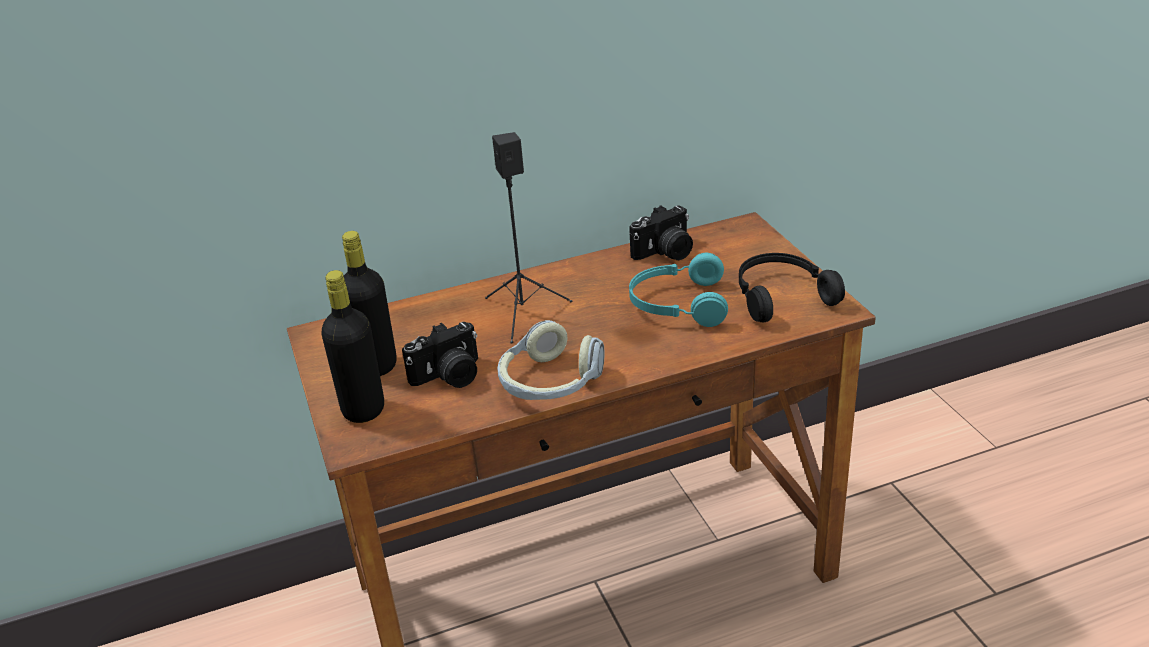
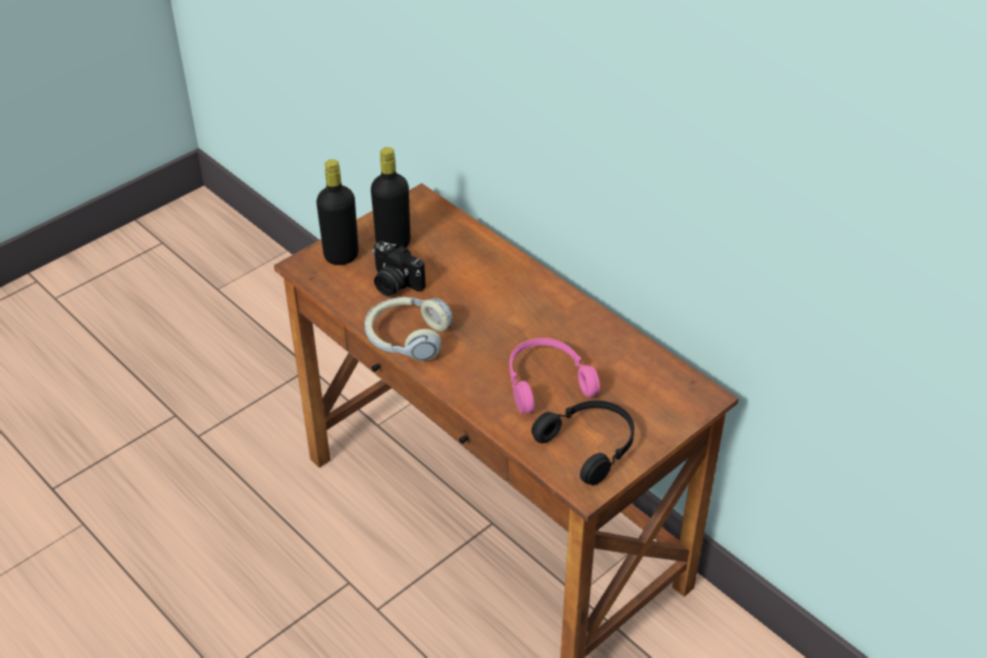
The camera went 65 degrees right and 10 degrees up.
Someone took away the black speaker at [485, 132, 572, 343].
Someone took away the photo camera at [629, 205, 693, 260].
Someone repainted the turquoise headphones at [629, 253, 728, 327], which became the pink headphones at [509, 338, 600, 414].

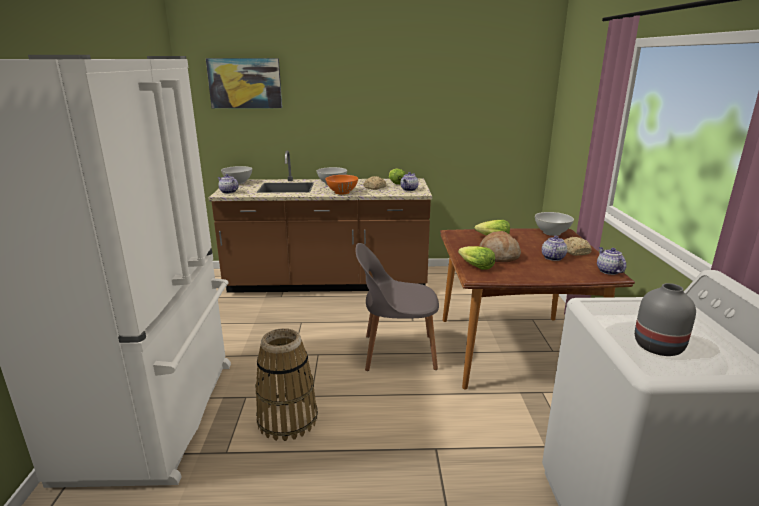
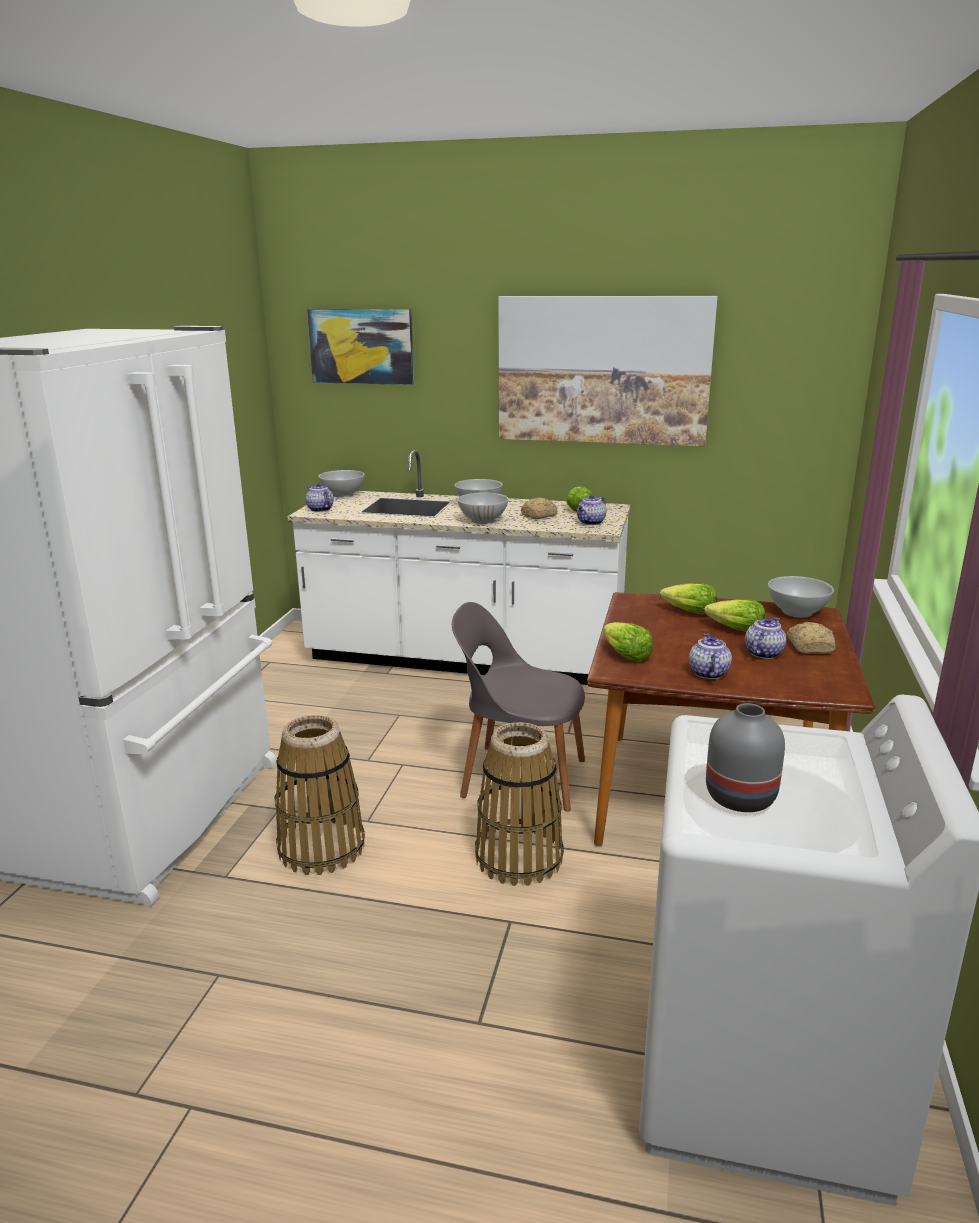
The camera went 15 degrees right and 0 degrees up.
Someone took away the bread at [480, 231, 521, 262].
Someone put down the basket at [475, 722, 564, 886].
Someone put up the picture at [498, 296, 718, 446].
Someone put down the lettuce at [704, 599, 765, 632].
Someone carried the teapot from [597, 247, 626, 275] to [689, 633, 732, 679].
Someone repainted the brown counter at [209, 151, 432, 293], which became the white counter at [288, 450, 631, 685].
Someone repainted the orange bowl at [326, 175, 358, 194], which became the white bowl at [457, 492, 509, 524].

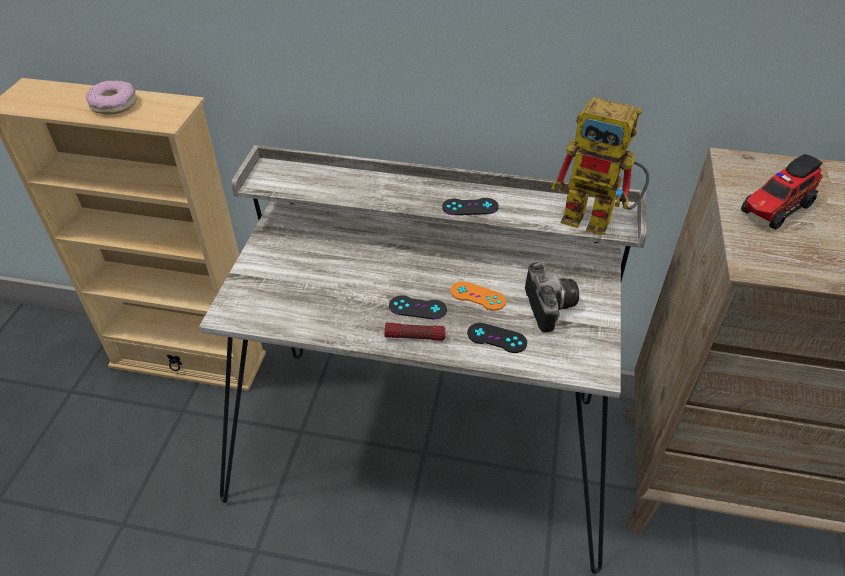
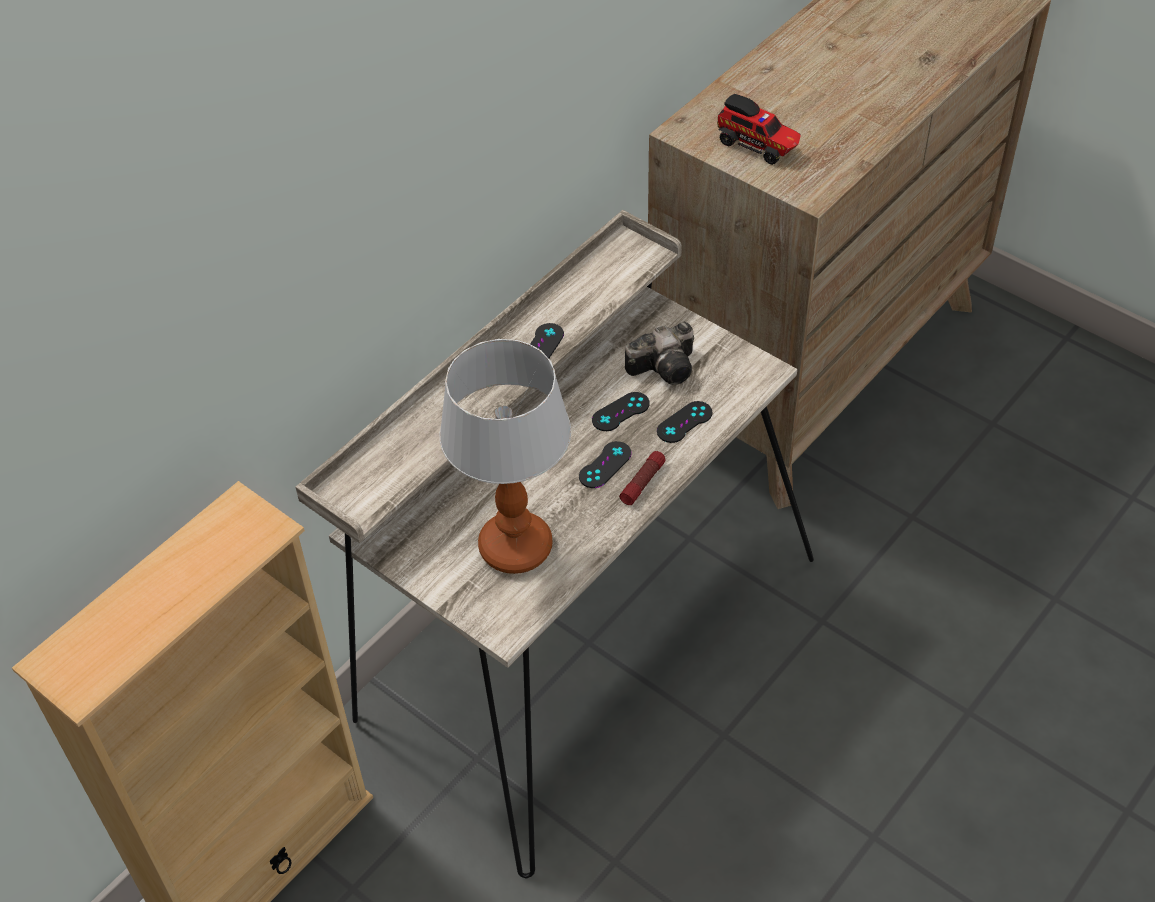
The camera went 60 degrees left and 5 degrees up.
Someone took away the donut at [86, 80, 137, 114].
Someone took away the toy robot at [551, 97, 649, 235].
Someone put down the table lamp at [440, 339, 571, 574].
Someone repainted the orange game controller at [451, 281, 506, 311], which became the black game controller at [592, 392, 650, 431].
Someone rotated the photo camera at [525, 262, 579, 333] by 135 degrees clockwise.
Someone rotated the toy truck at [741, 154, 823, 230] by 45 degrees counterclockwise.

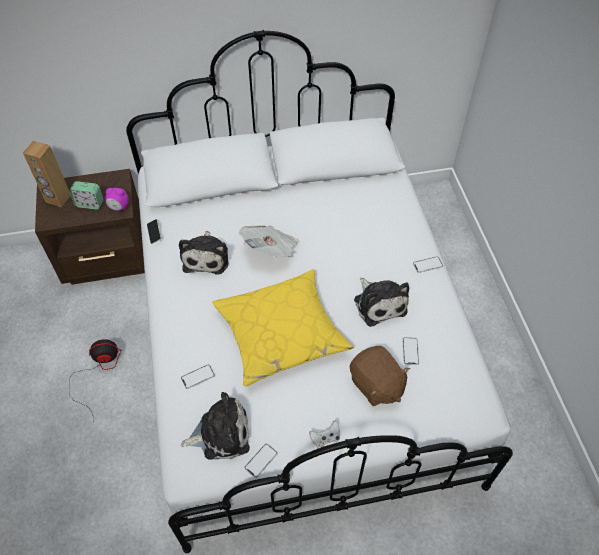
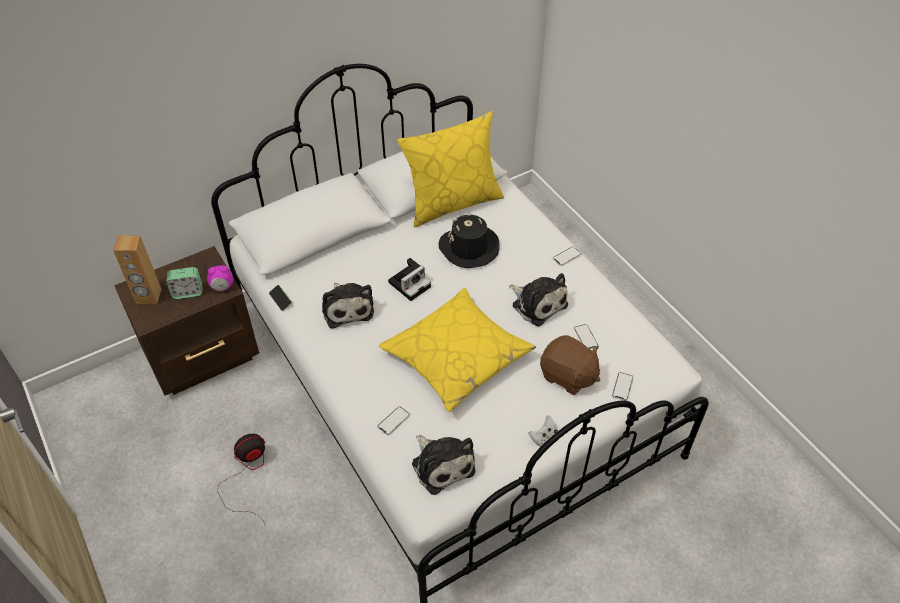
The camera went 20 degrees left and 5 degrees down.
Someone put down the yellow pillow at [397, 111, 504, 227].
Someone put down the black hat at [439, 213, 500, 268].
Someone carried the phone from [244, 444, 278, 478] to [612, 372, 634, 401].
Someone swapped the newspaper at [239, 225, 300, 258] for the photo camera at [388, 258, 431, 301].
Someone rotated the plush toy at [181, 392, 250, 460] by 90 degrees clockwise.

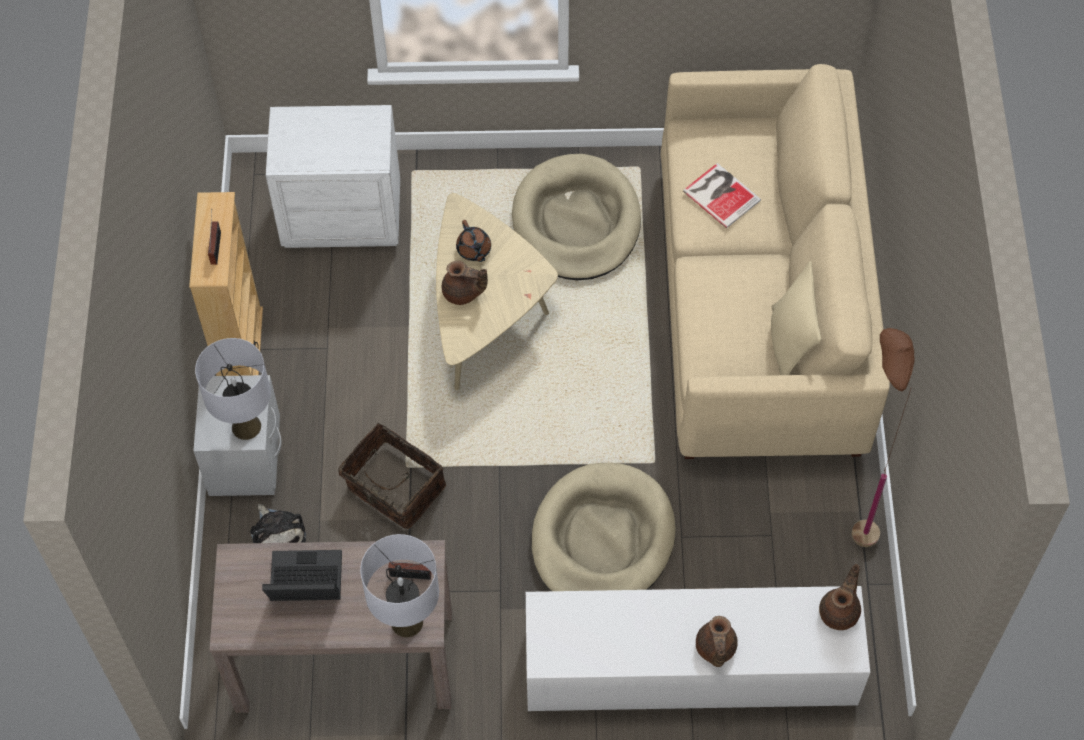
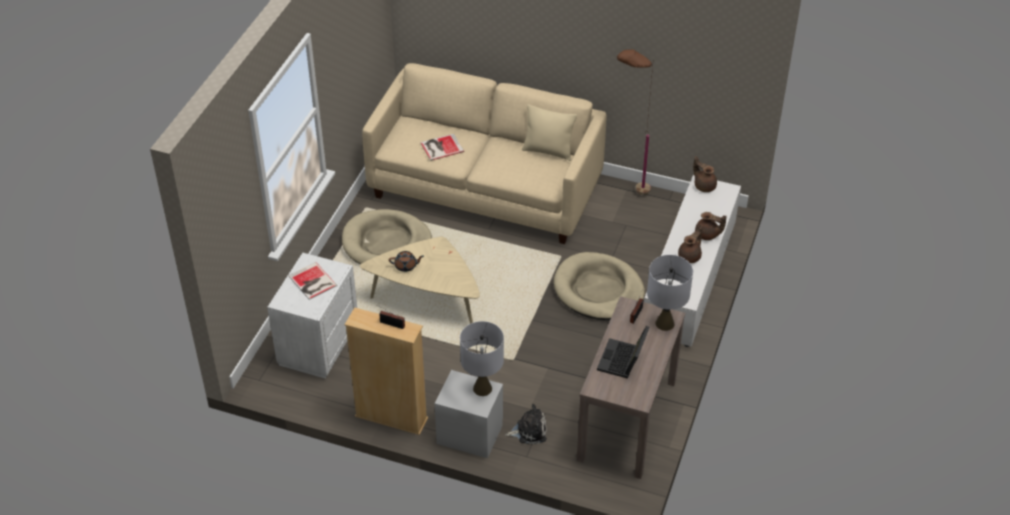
The camera went 70 degrees left and 15 degrees down.
Someone took away the basket at [338, 423, 446, 529].
Someone put down the book at [288, 262, 337, 300].
Someone carried the brown teapot from [442, 261, 488, 305] to [678, 224, 702, 263].

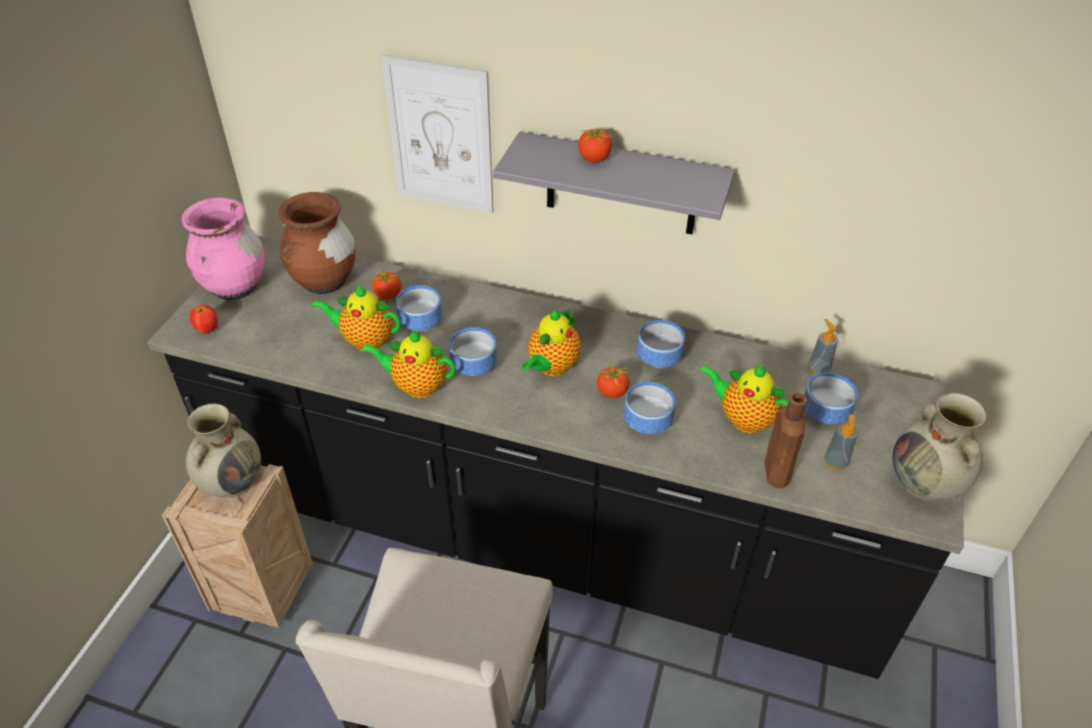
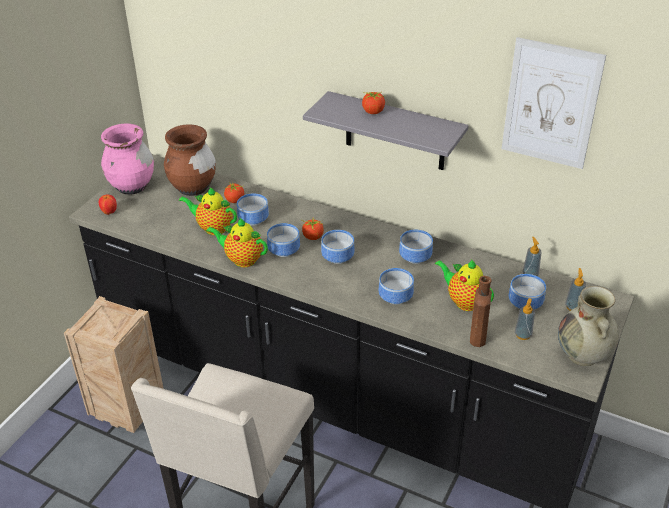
The camera went 10 degrees right and 5 degrees down.
Someone took away the beige vase at [186, 404, 261, 498].
Someone put down the soap dispenser at [565, 268, 586, 311].
Someone carried the picture from [381, 54, 494, 213] to [502, 37, 606, 169].
Someone carried the tomato from [596, 363, 630, 398] to [302, 218, 324, 240].
Someone swapped the teapot at [522, 309, 581, 376] for the bowl at [321, 230, 354, 264].

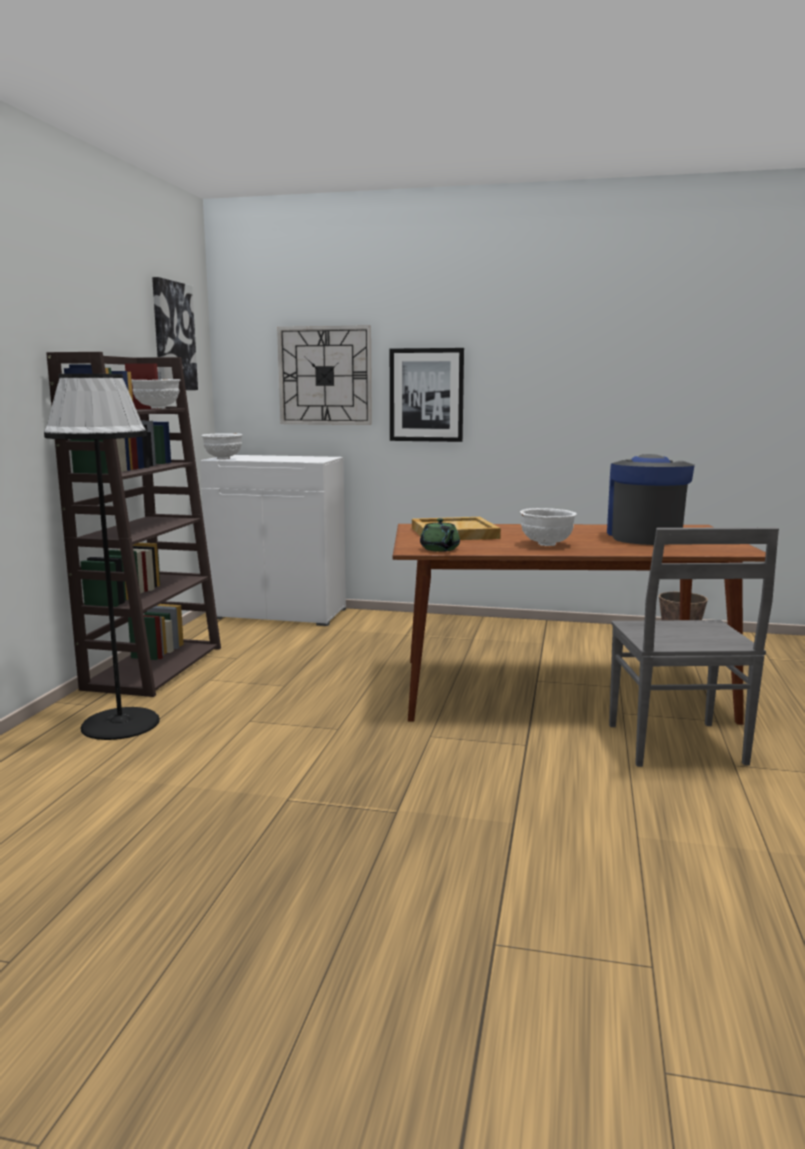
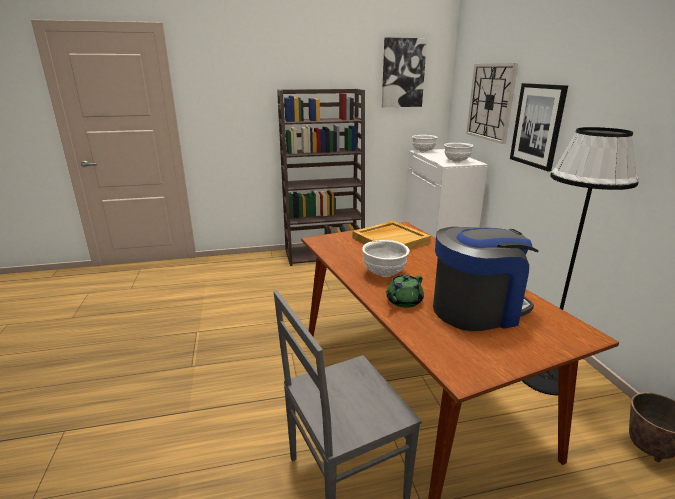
The camera went 65 degrees right and 10 degrees up.
Someone carried the black floor lamp from [44, 374, 160, 740] to [522, 127, 639, 395].
Someone carried the white bowl from [131, 379, 180, 409] to [444, 143, 473, 163].
Someone carried the green teapot from [420, 518, 460, 552] to [386, 275, 424, 308].

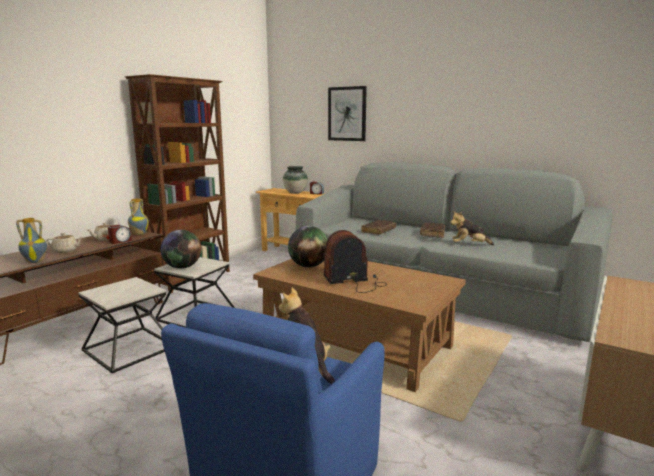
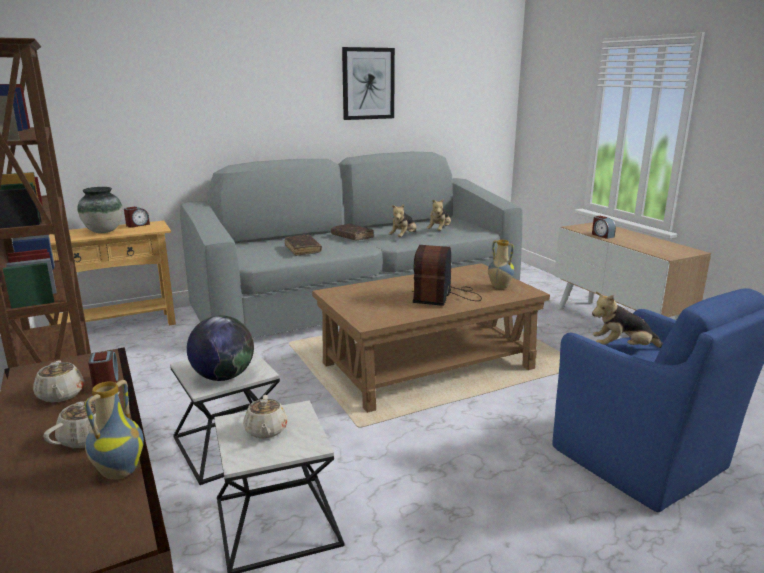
The camera went 60 degrees left and 5 degrees up.
Someone took away the globe at [288, 226, 328, 267].
Someone put down the beige teapot at [243, 395, 288, 438].
Someone put down the plush toy at [427, 199, 451, 231].
Someone put down the alarm clock at [592, 216, 616, 239].
Someone carried the vase from [128, 199, 149, 235] to [488, 240, 515, 289].
Someone carried the picture from [328, 86, 367, 141] to [342, 47, 395, 120].

